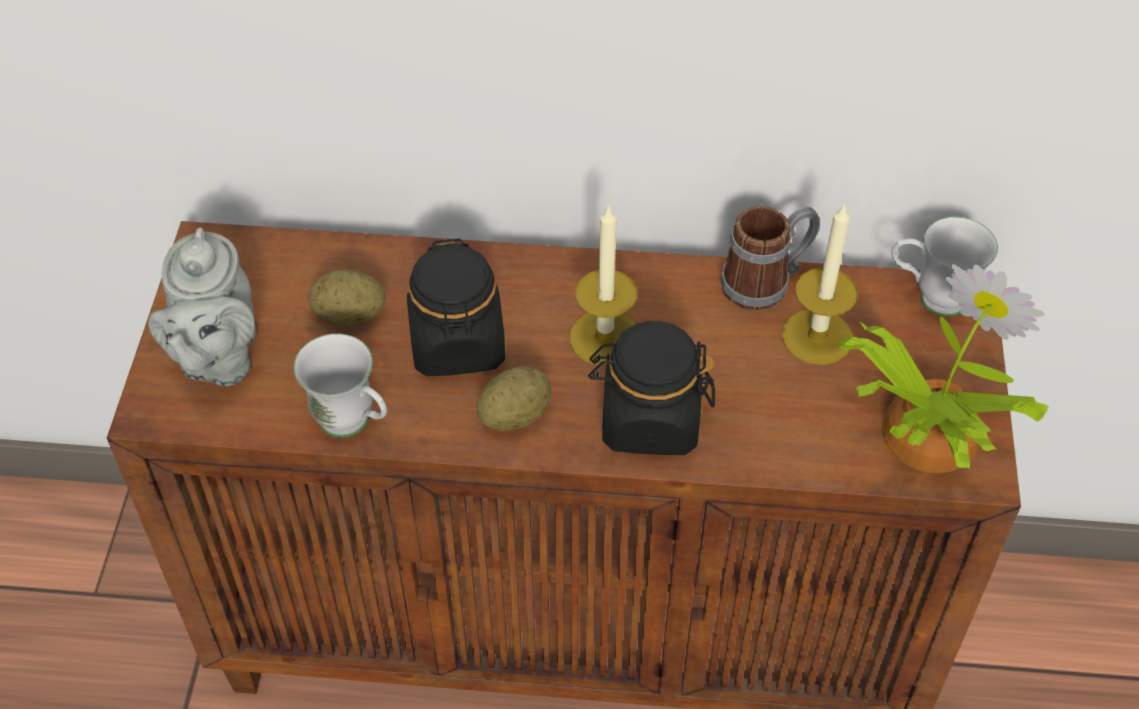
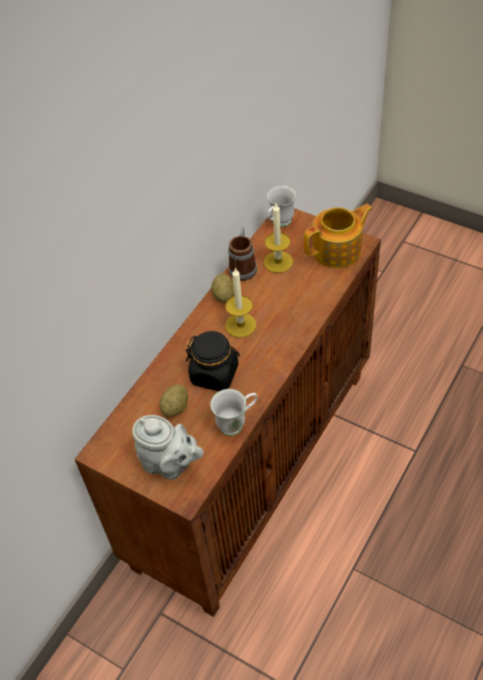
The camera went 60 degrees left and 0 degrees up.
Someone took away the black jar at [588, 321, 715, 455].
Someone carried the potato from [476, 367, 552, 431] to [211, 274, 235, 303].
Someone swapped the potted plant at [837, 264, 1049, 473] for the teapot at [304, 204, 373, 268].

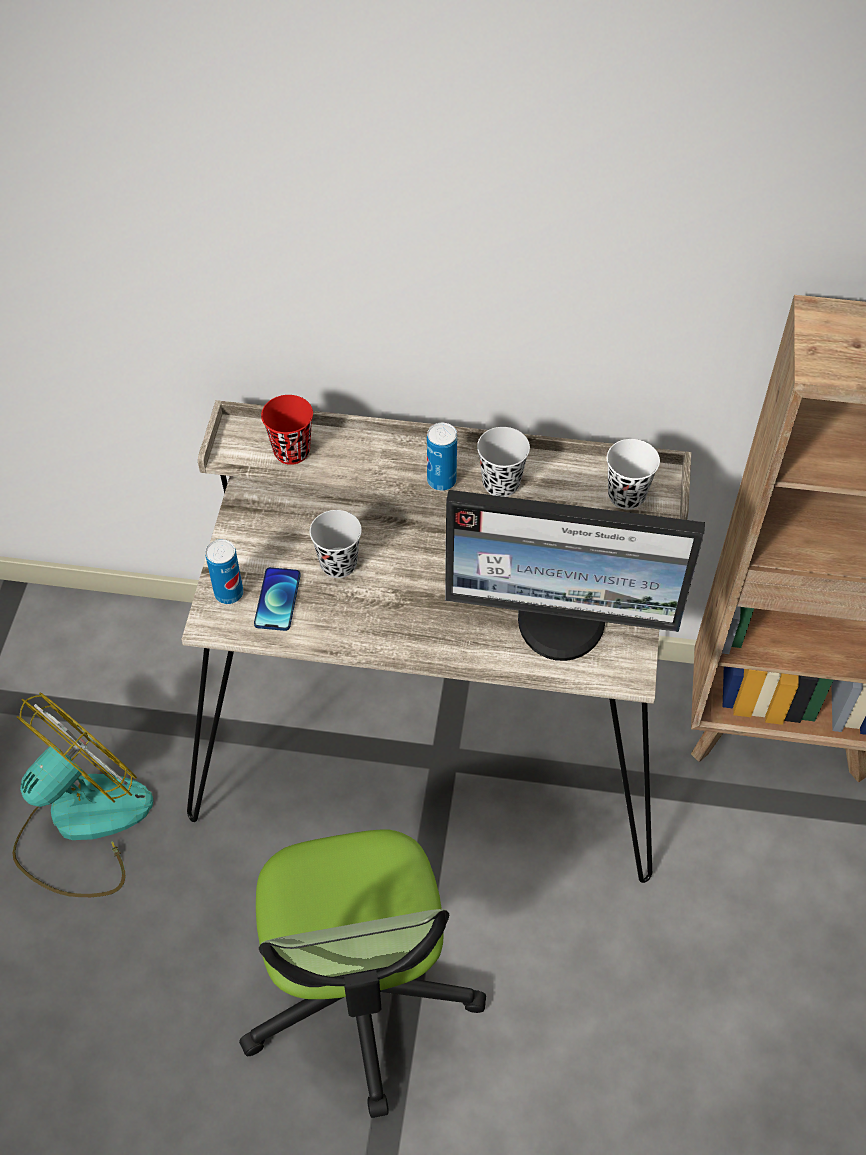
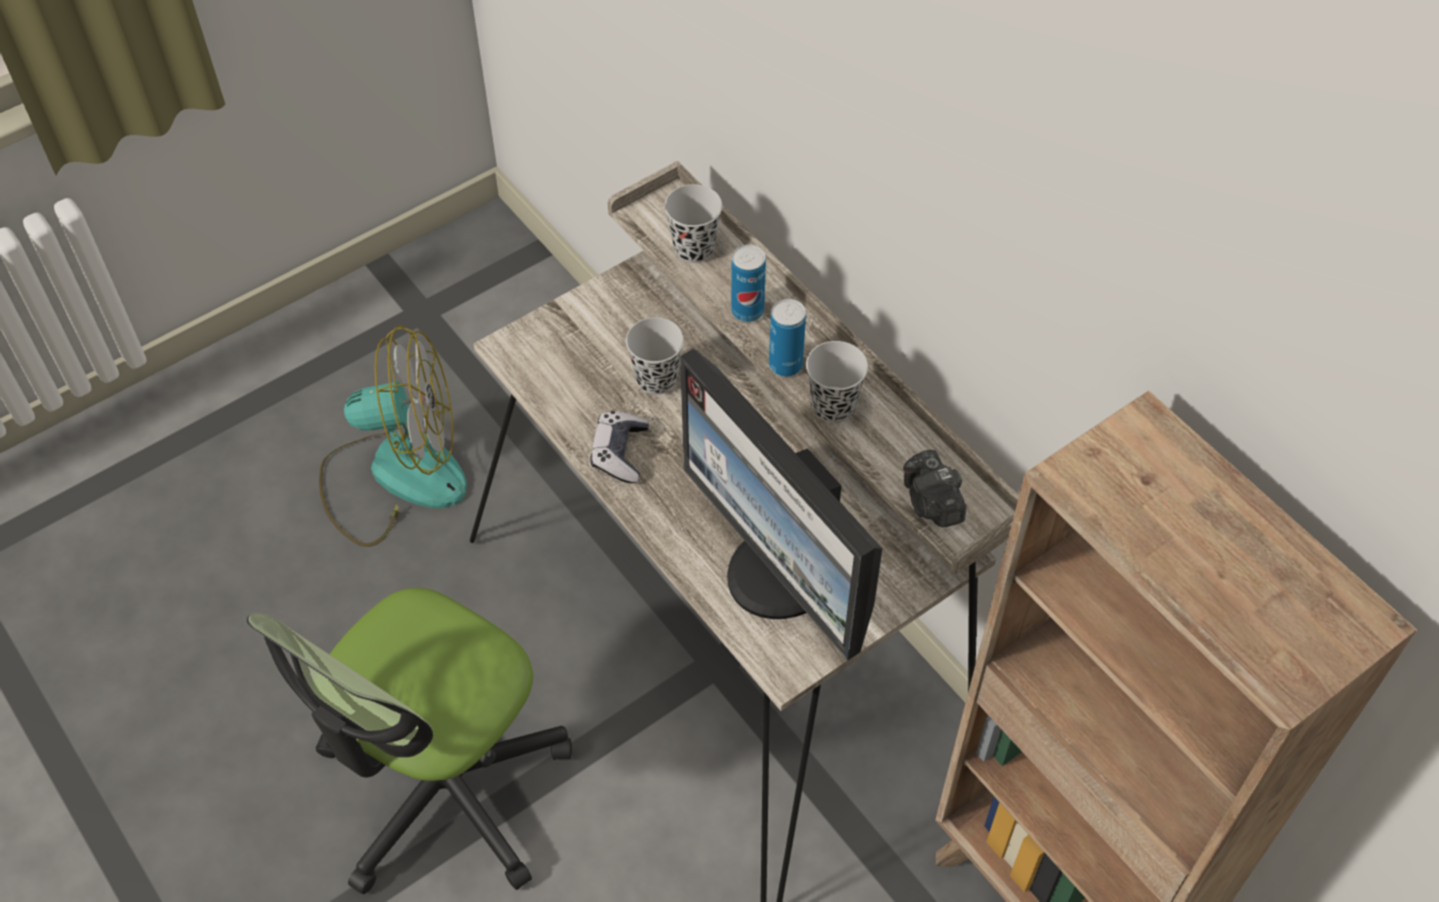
The camera went 45 degrees right and 0 degrees up.
Someone took away the phone at [254, 567, 301, 631].
Someone put down the game controller at [590, 411, 649, 483].
Someone carried the can from [205, 539, 244, 604] to [731, 245, 766, 322].
Someone swapped the white cup at [607, 439, 660, 510] for the photo camera at [903, 450, 966, 527].
Someone repainted the red cup at [261, 395, 313, 465], which became the black cup at [665, 184, 722, 263].

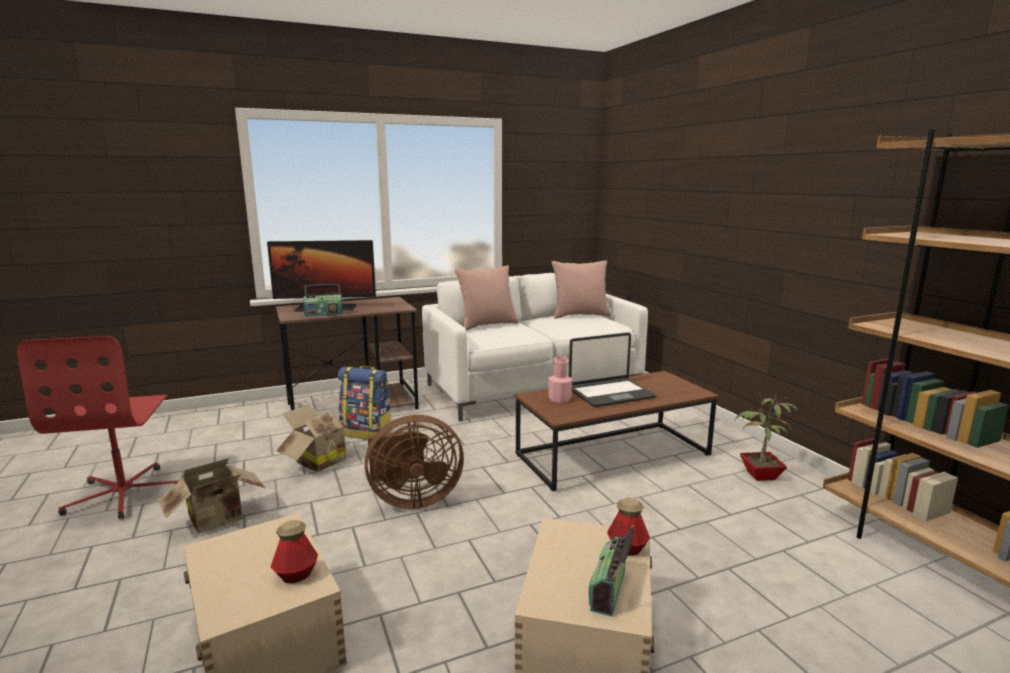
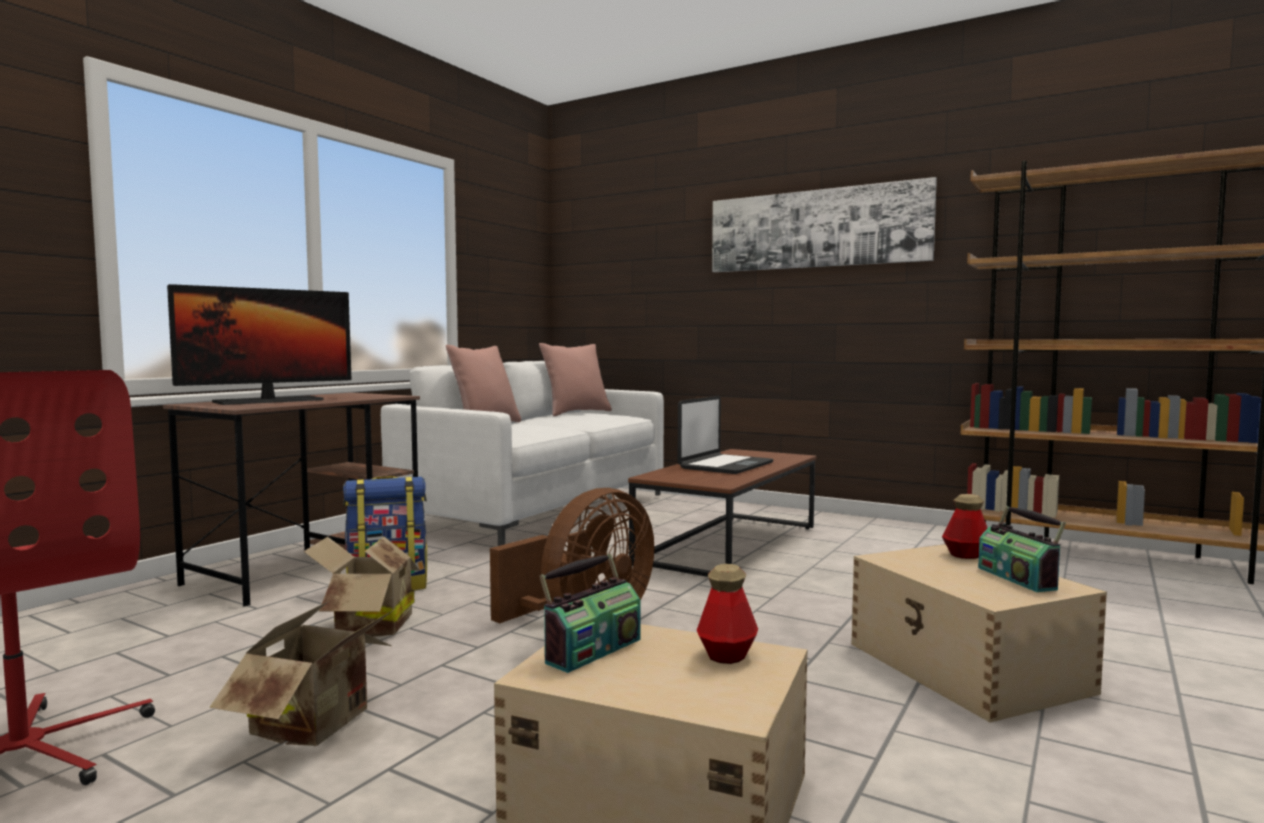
The camera went 35 degrees left and 10 degrees down.
Someone took away the pink bottle at [548, 356, 572, 403].
Someone took away the potted plant at [734, 392, 798, 481].
Someone put up the picture at [712, 177, 937, 272].
Someone carried the radio from [303, 284, 343, 317] to [539, 553, 641, 673].

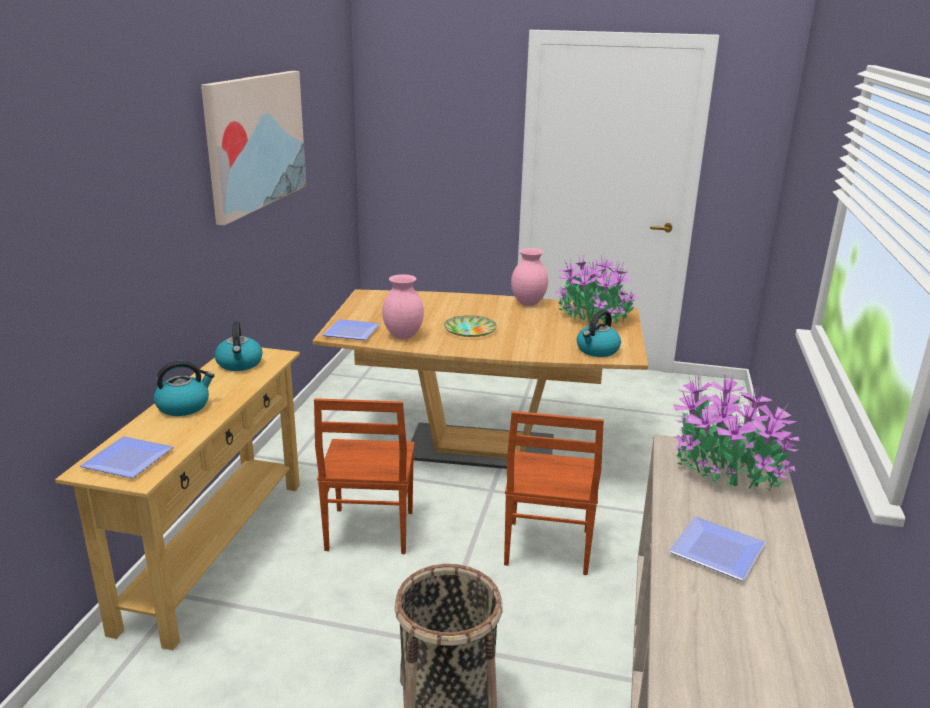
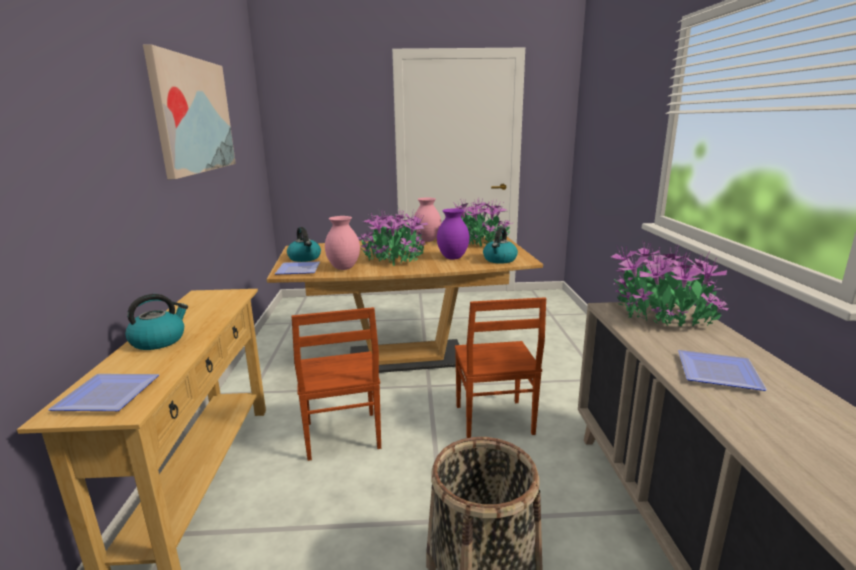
The camera went 15 degrees left and 5 degrees down.
Someone put down the purple vase at [437, 209, 469, 259].
Someone carried the kettle from [214, 321, 263, 371] to [287, 227, 321, 262].
Someone swapped the plate at [444, 315, 497, 337] for the potted plant at [358, 208, 428, 266].

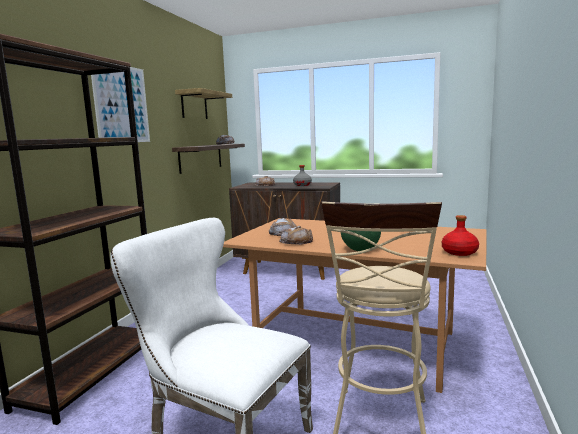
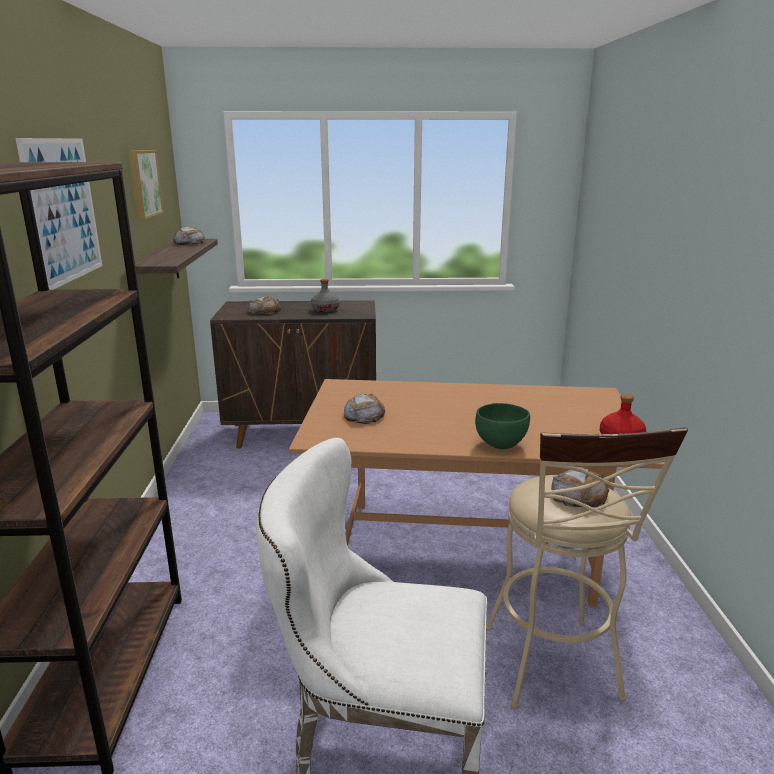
The camera went 20 degrees left and 10 degrees up.
Someone carried the bread from [279, 226, 313, 245] to [551, 467, 609, 507].
Someone swapped the shelf at [175, 88, 232, 119] for the picture at [128, 150, 164, 219].

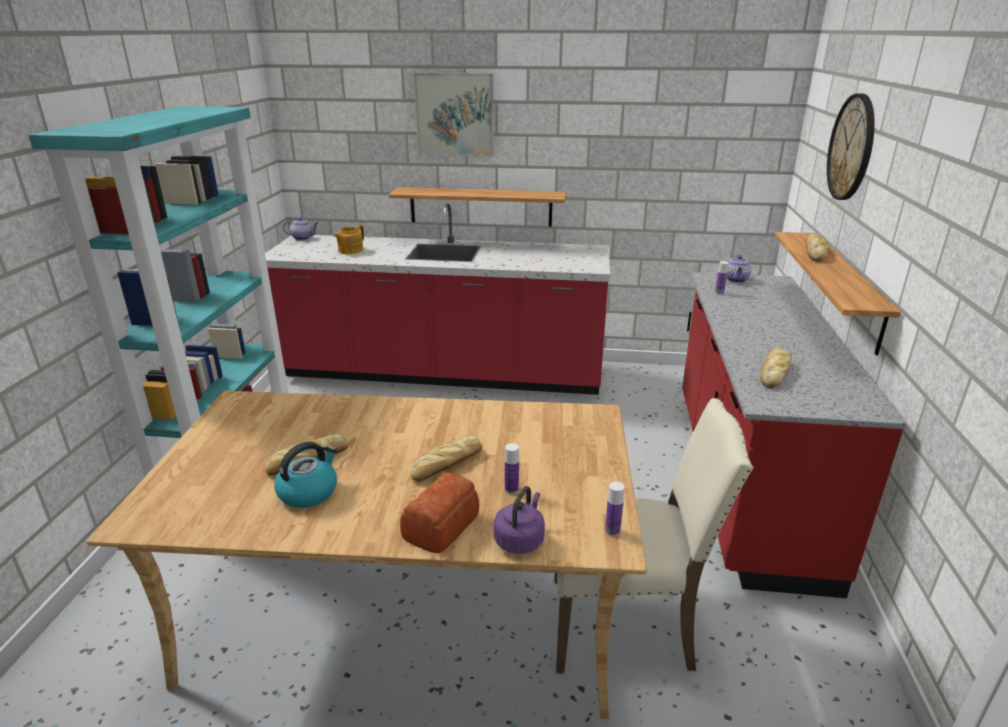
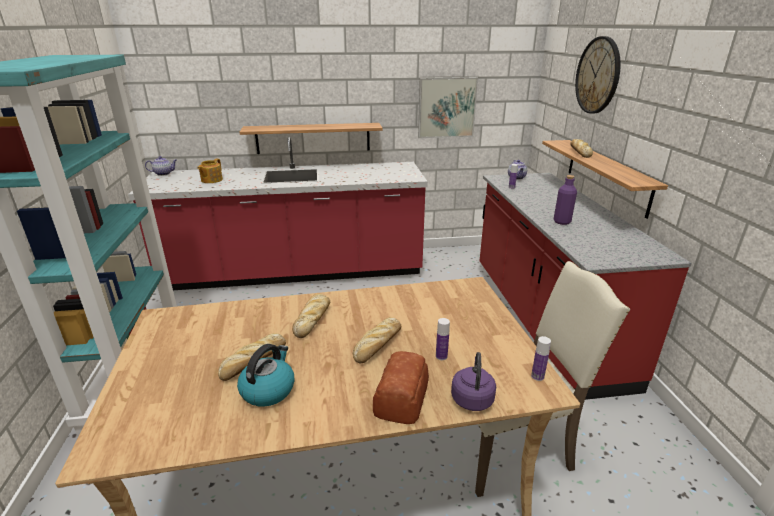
The camera went 15 degrees left and 0 degrees up.
Someone put down the purple bottle at [554, 175, 577, 225].
Someone carried the picture from [413, 73, 494, 157] to [418, 77, 478, 138].
Someone carried the bread from [760, 348, 792, 388] to [292, 294, 330, 338].

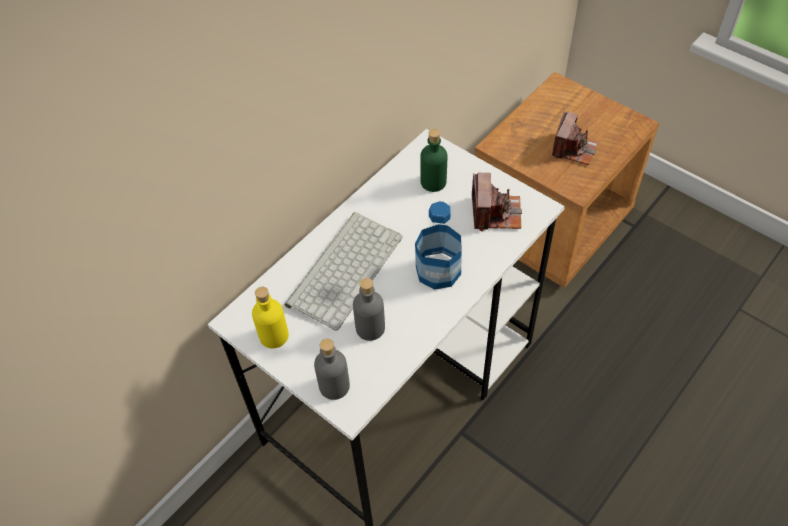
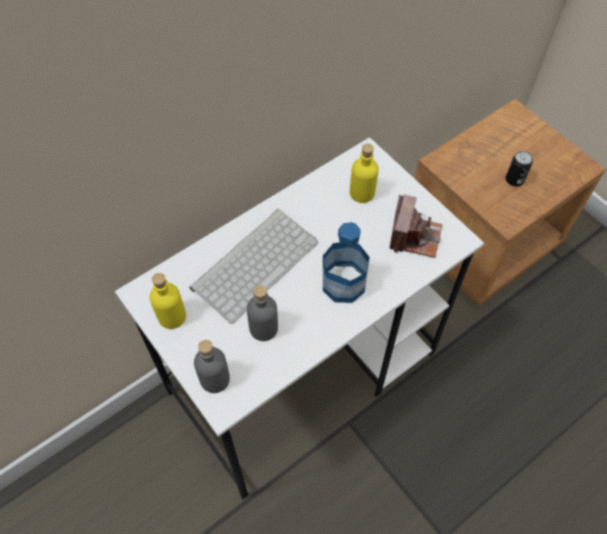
The camera went 10 degrees right and 5 degrees up.
Someone swapped the photo camera at [552, 111, 599, 165] for the can at [506, 151, 533, 186].
Someone repainted the green bottle at [420, 129, 447, 192], which became the yellow bottle at [350, 144, 379, 203].

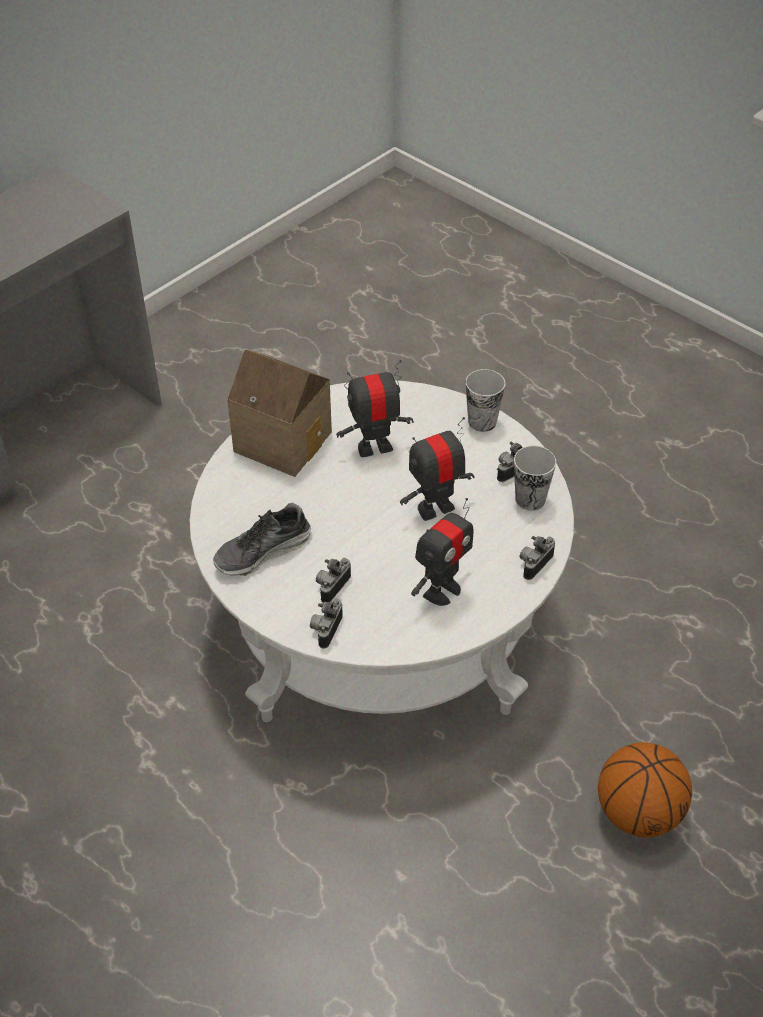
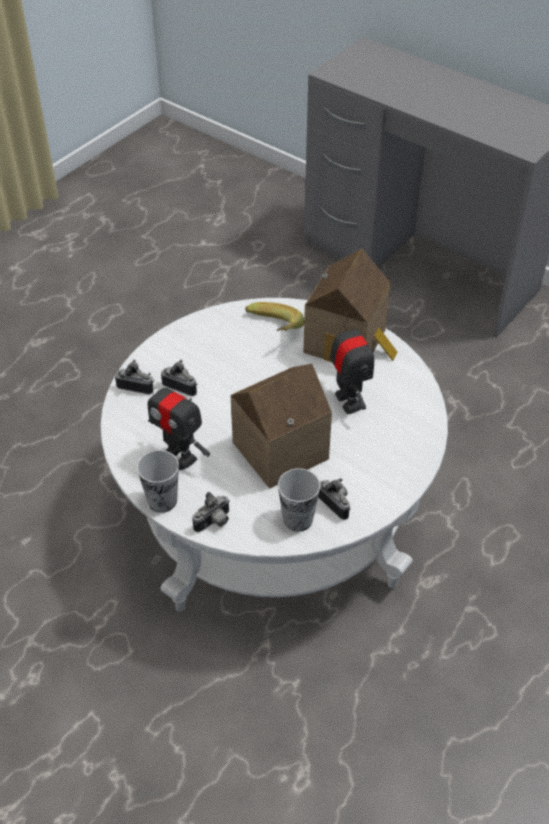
The camera went 85 degrees right and 0 degrees up.
Someone took away the shoe at [213, 503, 311, 576].
Someone took away the basketball at [598, 742, 692, 837].
Someone put down the banana at [245, 302, 304, 331].
Someone carried the cup from [466, 369, 505, 432] to [137, 450, 179, 513].
Someone swapped the toy robot at [400, 417, 475, 521] for the toy house at [231, 364, 332, 489].
Someone rotated the photo camera at [520, 536, 555, 580] by 105 degrees clockwise.

